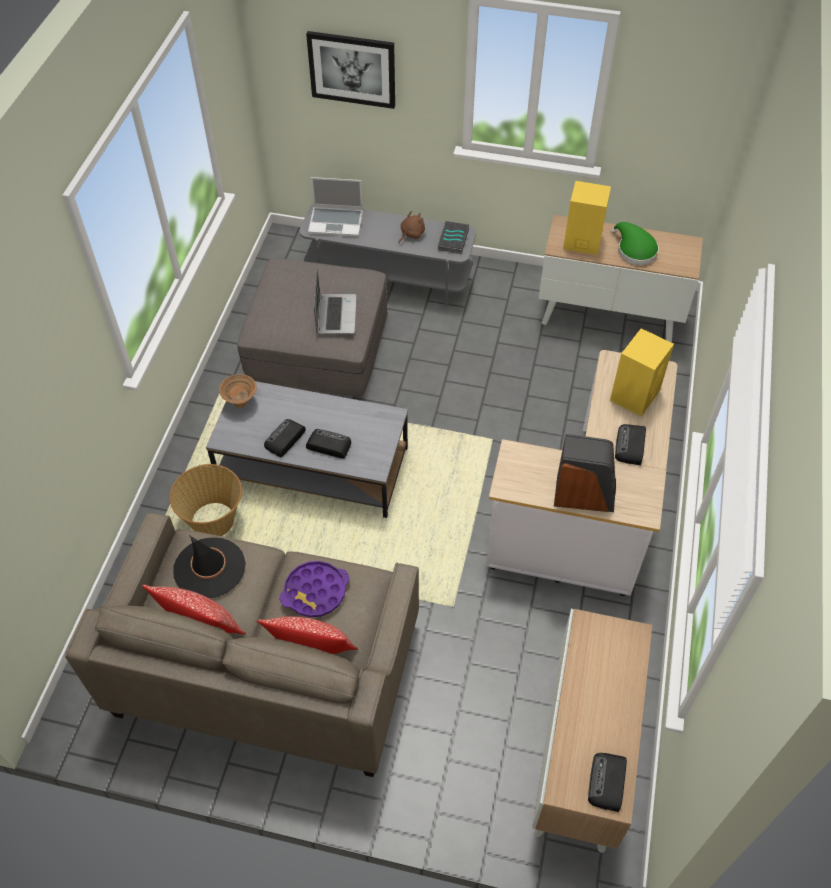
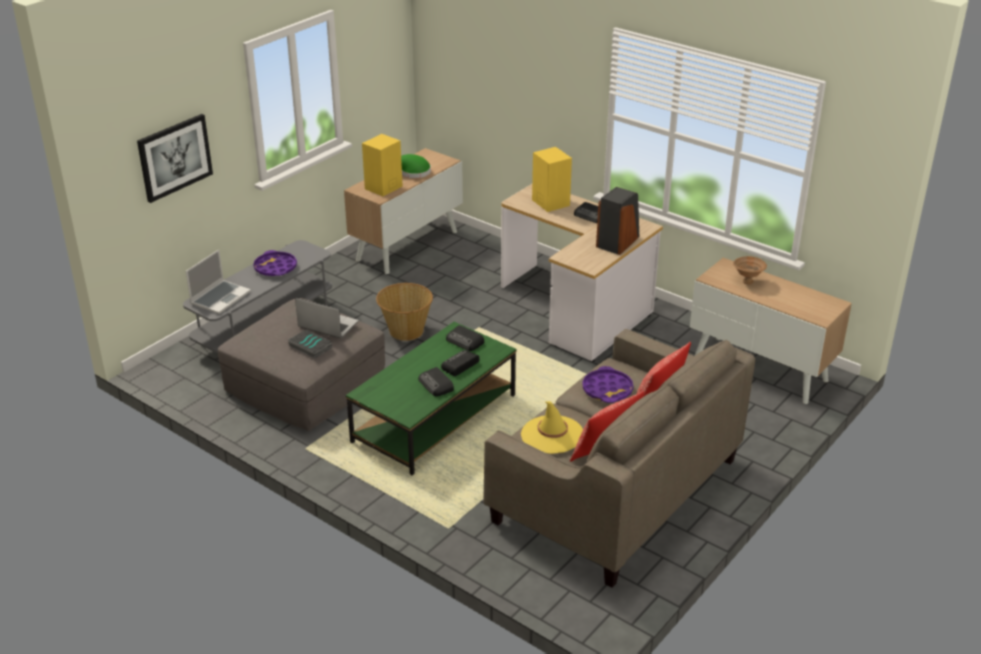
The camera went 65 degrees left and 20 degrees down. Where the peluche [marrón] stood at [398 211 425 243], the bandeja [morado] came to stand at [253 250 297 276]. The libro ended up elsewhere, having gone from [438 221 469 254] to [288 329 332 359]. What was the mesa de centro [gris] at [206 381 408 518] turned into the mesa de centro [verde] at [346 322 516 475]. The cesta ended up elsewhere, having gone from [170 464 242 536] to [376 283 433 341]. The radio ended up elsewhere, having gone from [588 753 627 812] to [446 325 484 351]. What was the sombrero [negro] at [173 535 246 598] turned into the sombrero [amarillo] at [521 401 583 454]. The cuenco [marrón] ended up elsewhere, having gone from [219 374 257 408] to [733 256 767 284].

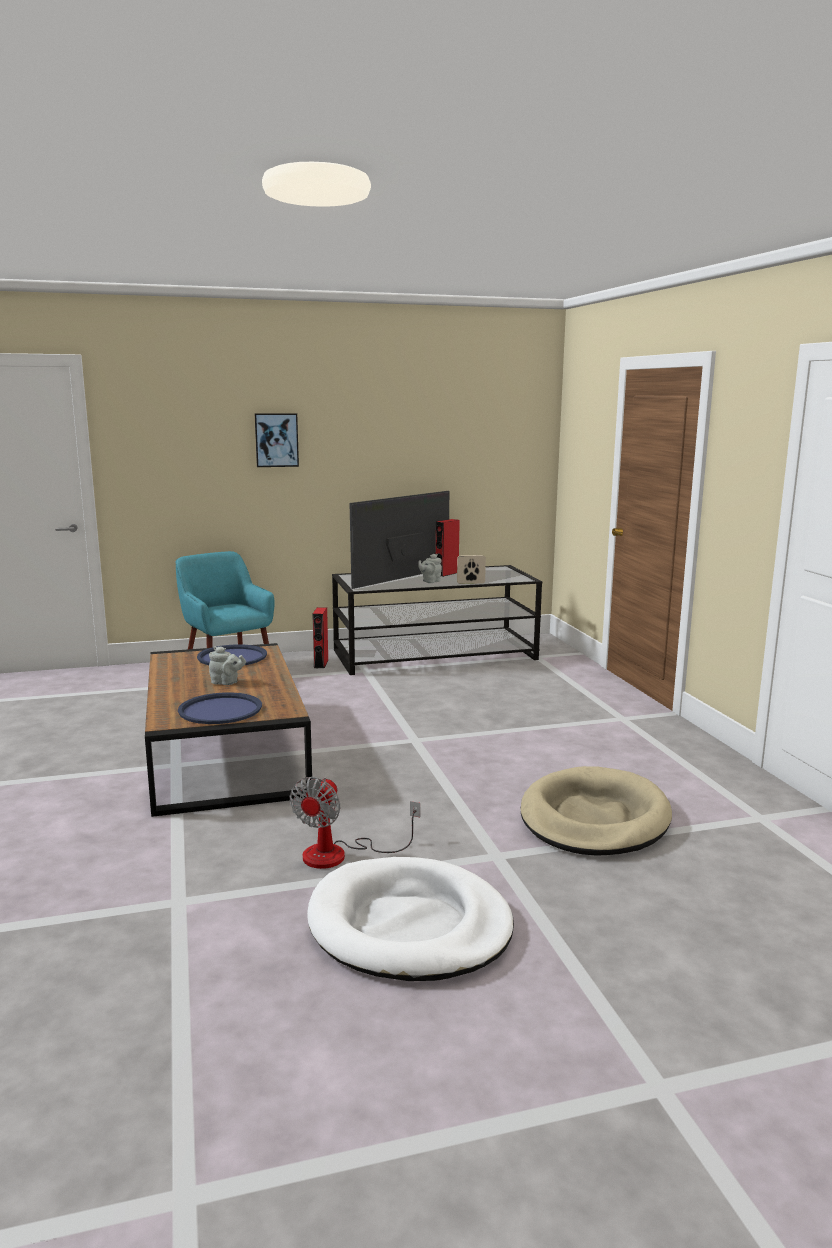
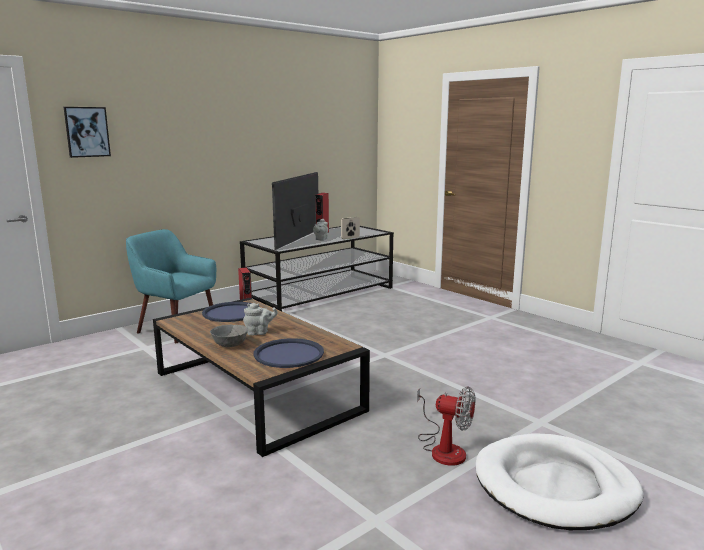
The camera went 25 degrees left and 0 degrees up. The cuadro ended up elsewhere, having gone from [255 413 299 467] to [64 107 111 158]. The second view gained the cuenco [gris] at [210 325 248 347]. The ventilador at [290 777 420 869] ended up facing another way, 60 degrees counterclockwise from before. The second view lost the cama para perro [beis] at [521 766 672 856].

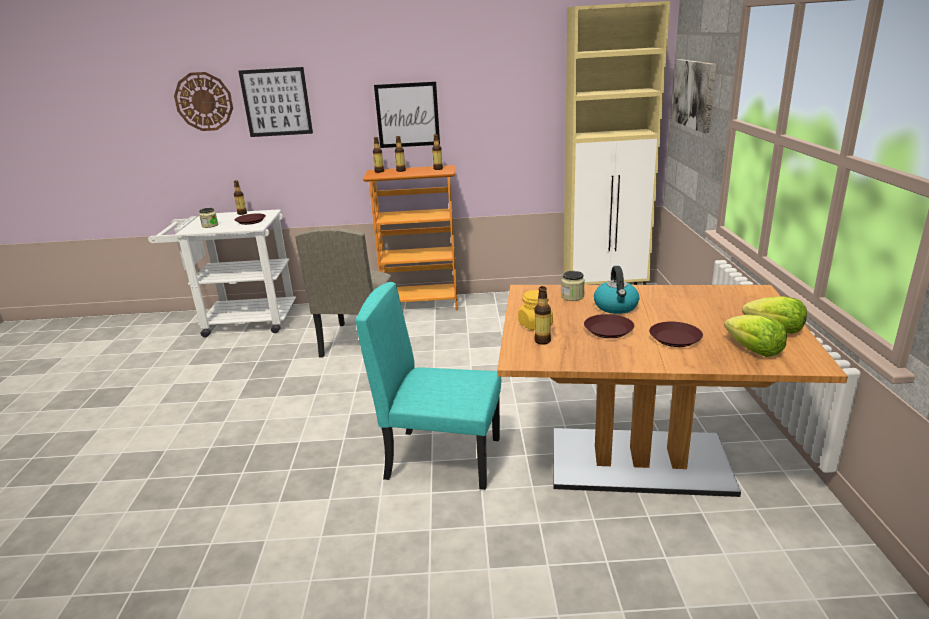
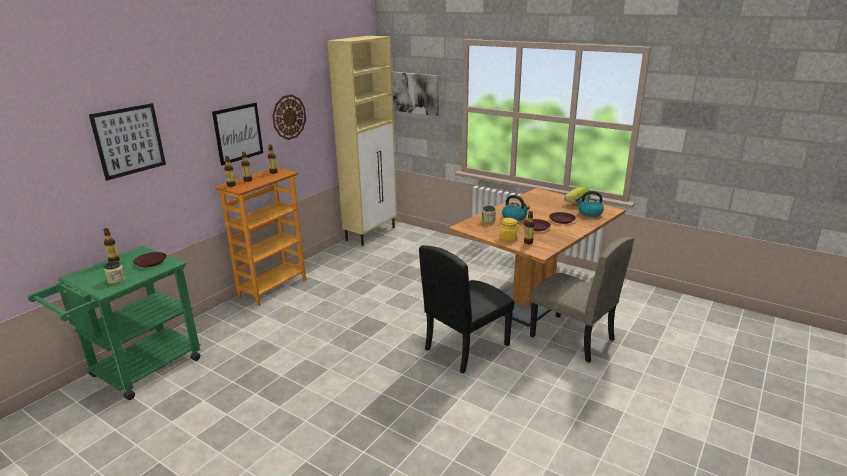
The camera went 55 degrees left and 0 degrees up. What was the carrito [blanco] at [148 209 296 337] turned into the carrito [verde] at [28 246 201 400]. The reloj de pared ended up elsewhere, having gone from [174 72 233 131] to [272 94 306 140]. What was the silla [turquesa] at [356 282 501 490] turned into the silla [negro] at [419 245 514 374]. The silla [beis] ended up elsewhere, having gone from [295 228 392 358] to [530 237 634 363]. Where the lechuga stood at [724 315 787 357], the hervidor came to stand at [575 191 604 217].

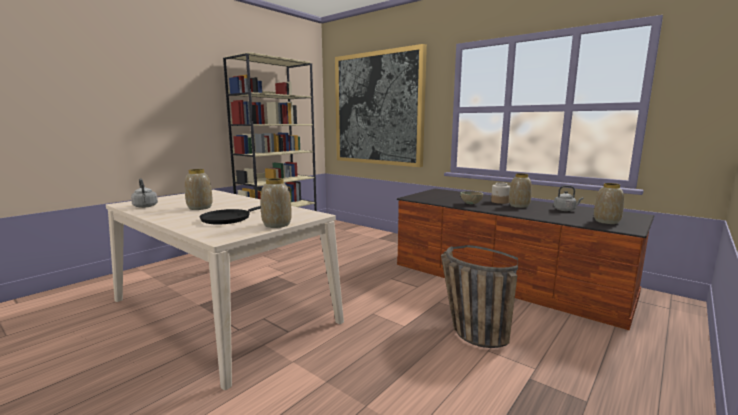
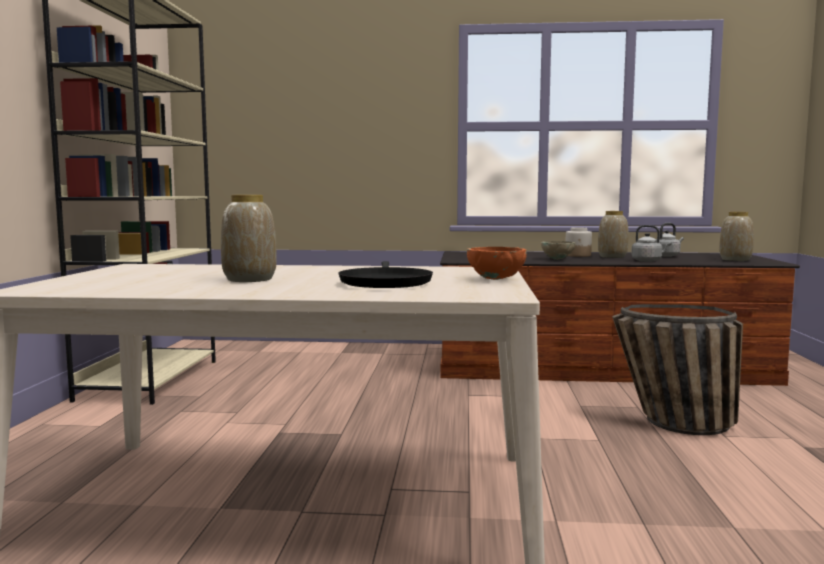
The camera went 35 degrees left and 5 degrees down. Where the florero stood at [261 178 292 228], the cuenco [naranja] came to stand at [467 247 526 280]. The hervidor [gris] ended up elsewhere, having gone from [131 179 158 208] to [631 225 672 262]. The second view lost the cuadro at [335 44 427 167].

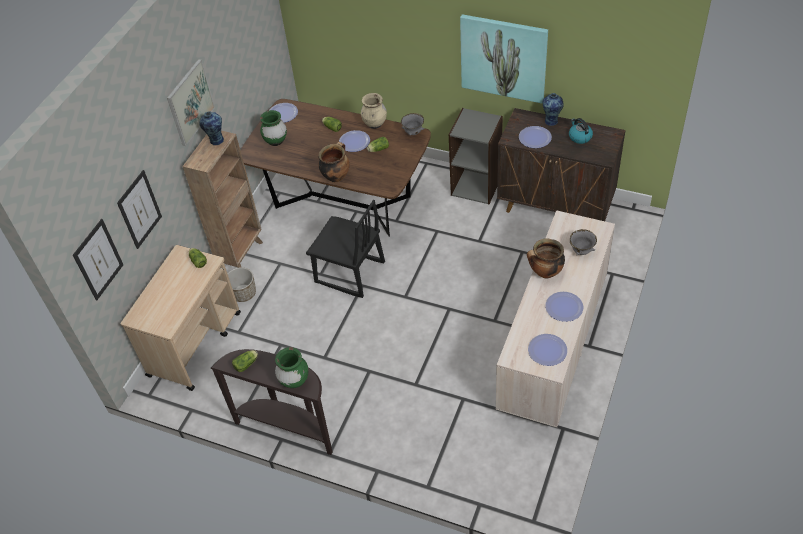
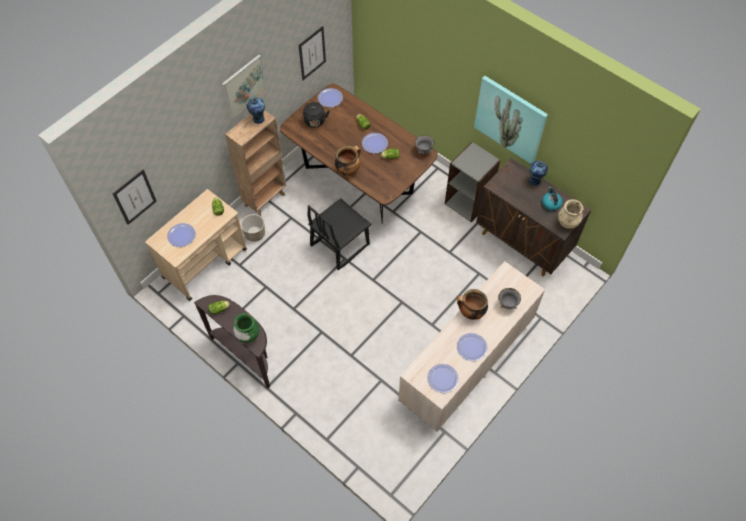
The camera went 15 degrees right and 10 degrees up. The plato ended up elsewhere, having gone from [519 126 552 148] to [167 223 196 247]. The cuadro ended up elsewhere, having gone from [117 170 162 249] to [299 26 326 80]. Where the florero [verde] stood at [260 110 287 146], the hervidor [negro] came to stand at [303 102 330 128]. The silla [negro] at [306 200 385 298] ended up facing another way, 90 degrees clockwise from before. The florero [beis] ended up elsewhere, having gone from [361 93 387 129] to [558 199 583 229].

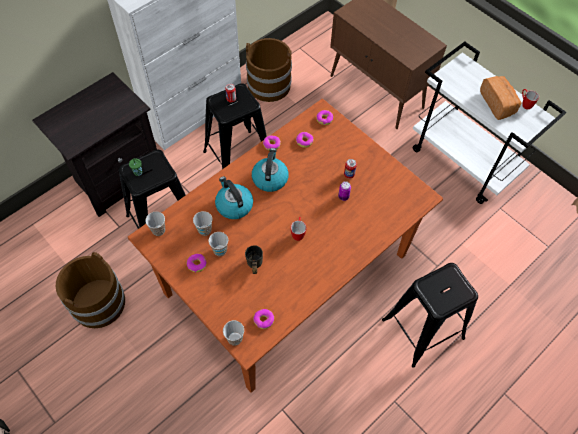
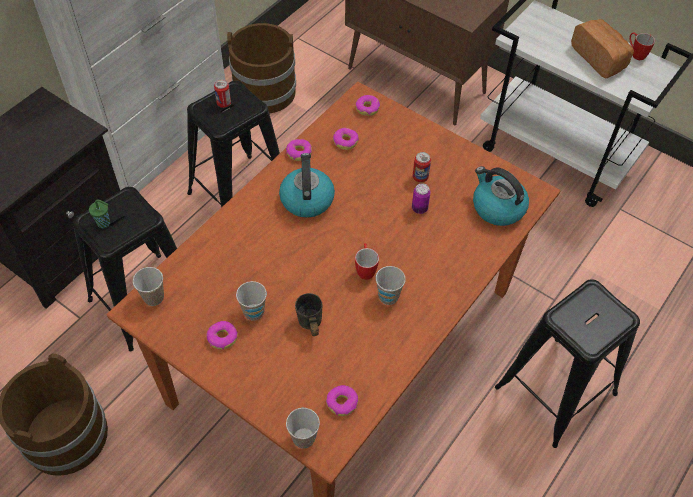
The camera went 10 degrees left and 5 degrees down. The taza ended up elsewhere, having gone from [193 211 213 236] to [376 266 406 305]. The hervidor ended up elsewhere, having gone from [215 176 253 219] to [473 166 529 226].

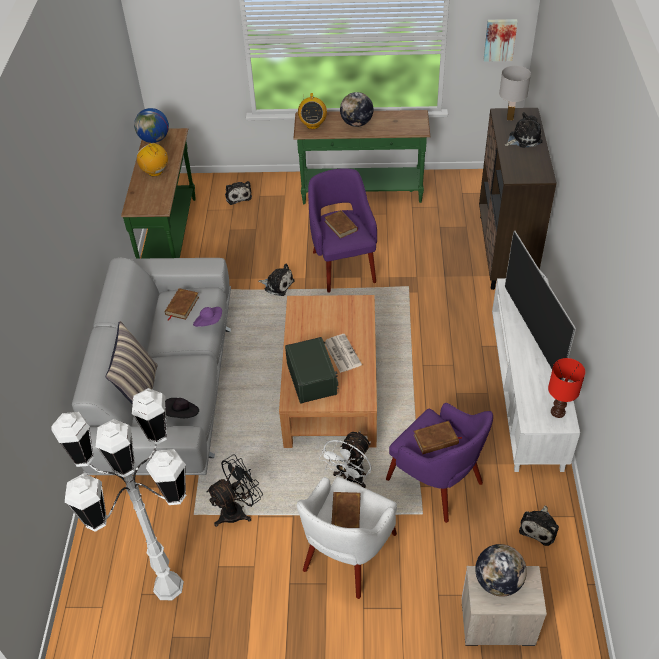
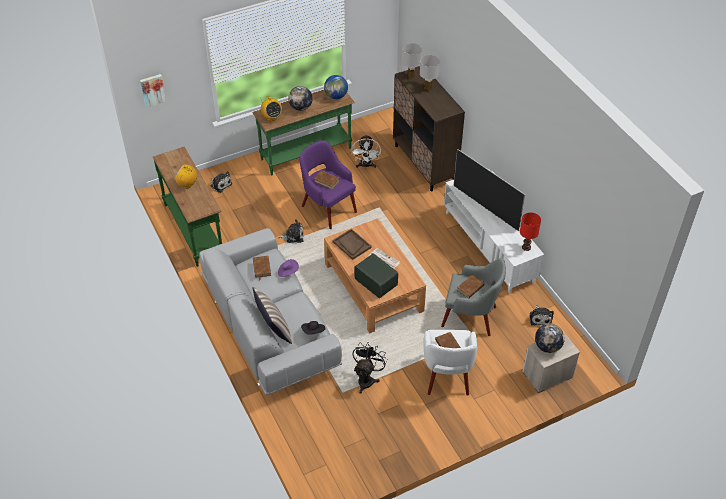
The camera went 30 degrees left and 0 degrees up. The cuadro ended up elsewhere, having gone from [484 19 518 62] to [140 74 167 108]. The globo terráqueo ended up elsewhere, having gone from [134 108 169 143] to [324 75 348 99]. The second view gained the bandeja [marrón] at [333 229 372 260]. The ventilador [blanco] ended up elsewhere, having gone from [319 431 372 488] to [352 135 381 168]. Where the peluche stood at [505 112 543 148], the lámpara de mesa [blanco] came to stand at [420 55 440 91]. What was the sillón [morado] at [386 403 493 523] turned into the sillón [gris] at [441 258 506 336]. The second view lost the lámpara de pie [blanco] at [51 388 186 600].

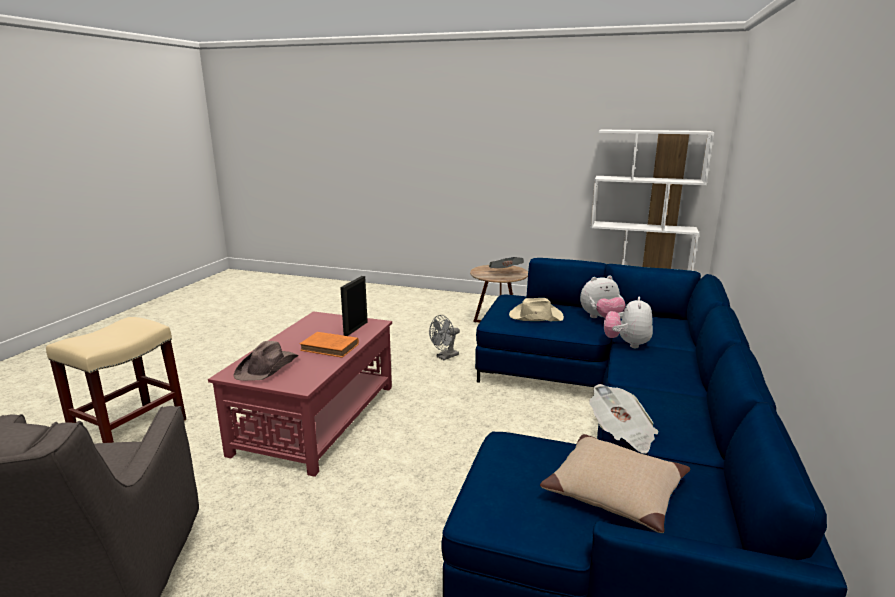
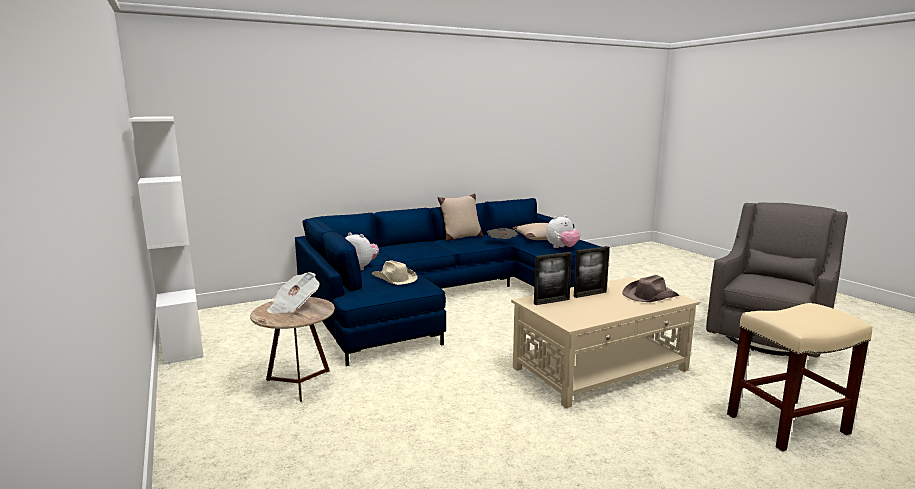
The camera went 135 degrees left and 5 degrees down. The second view gained the cojín [beis] at [438 194 483 241]. What was the mesa de centro [rojo] at [208 311 392 477] turned into the mesa de centro [beis] at [511 277 700 408]. The peluche ended up elsewhere, having gone from [604 297 653 348] to [546 215 580 248]. Where the libro [naranja] stood at [300 332 359 358], the portarretratos came to stand at [574 246 610 298]. The second view lost the ventilador [gris] at [429 315 460 360].

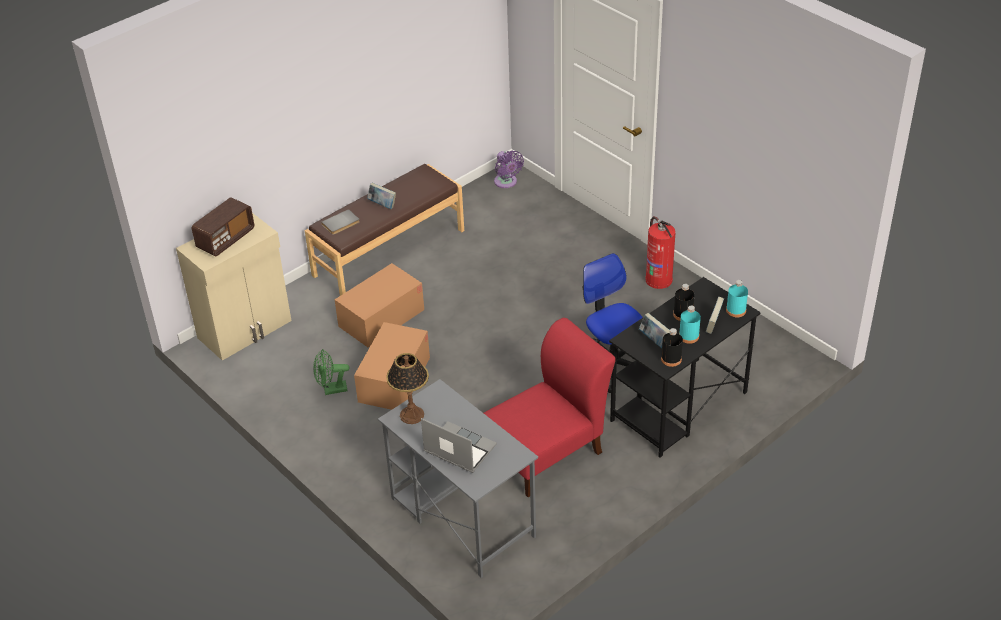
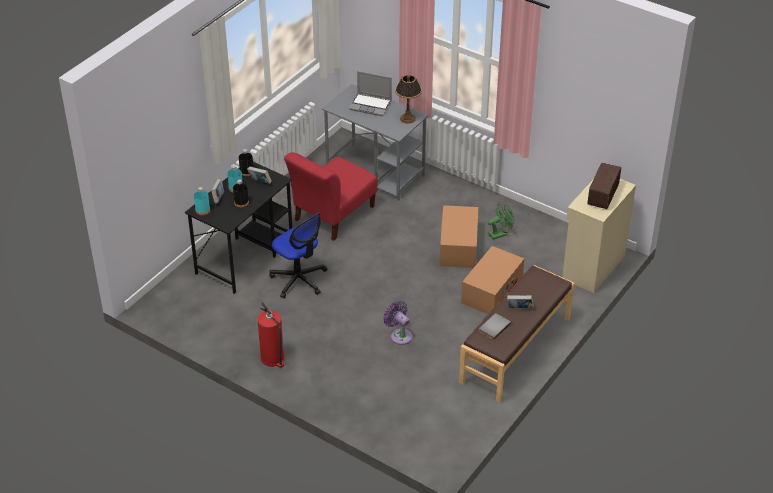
The camera went 165 degrees right and 0 degrees up. The ventilador [morado] ended up elsewhere, having gone from [494 150 524 188] to [383 301 412 345]. The libro [gris] ended up elsewhere, having gone from [321 209 360 235] to [479 313 511 340].

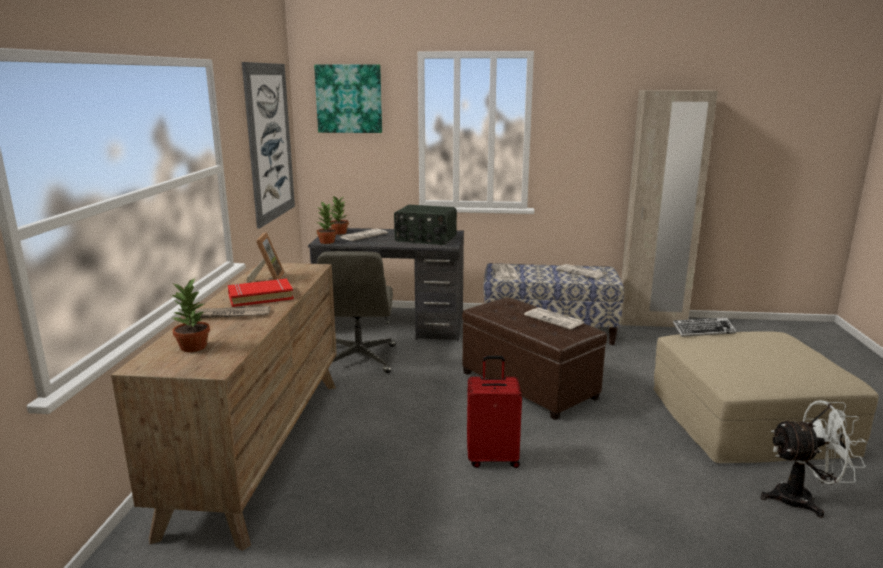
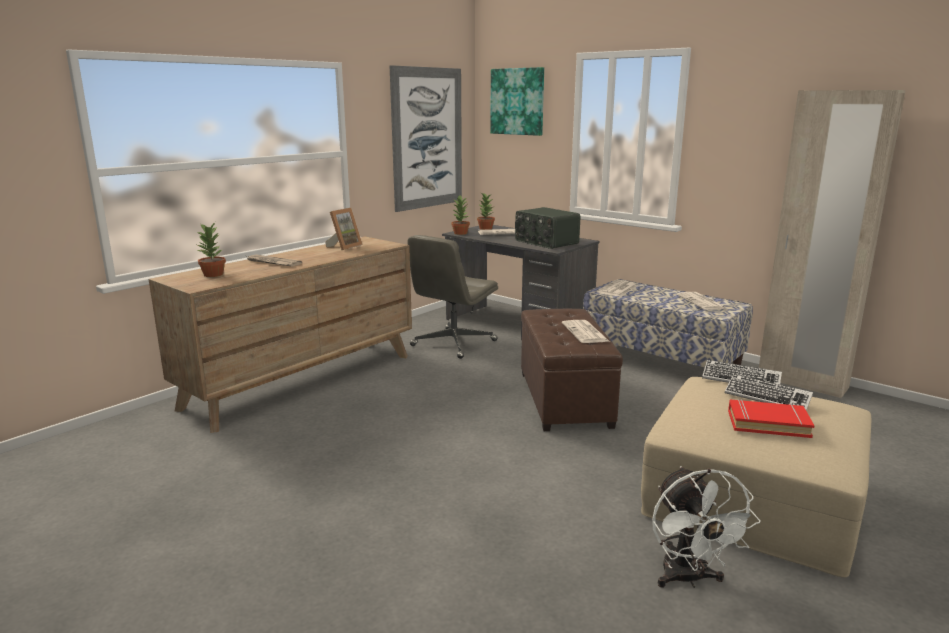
The camera went 35 degrees right and 0 degrees up. The ventilador [blanco] at [760 400 867 518] ended up facing another way, 45 degrees clockwise from before. The second view gained the teclado at [725 374 813 411]. The libro [rojo] ended up elsewhere, having gone from [228 279 294 307] to [728 399 815 438]. The second view lost the maleta [rojo] at [467 356 522 468].

